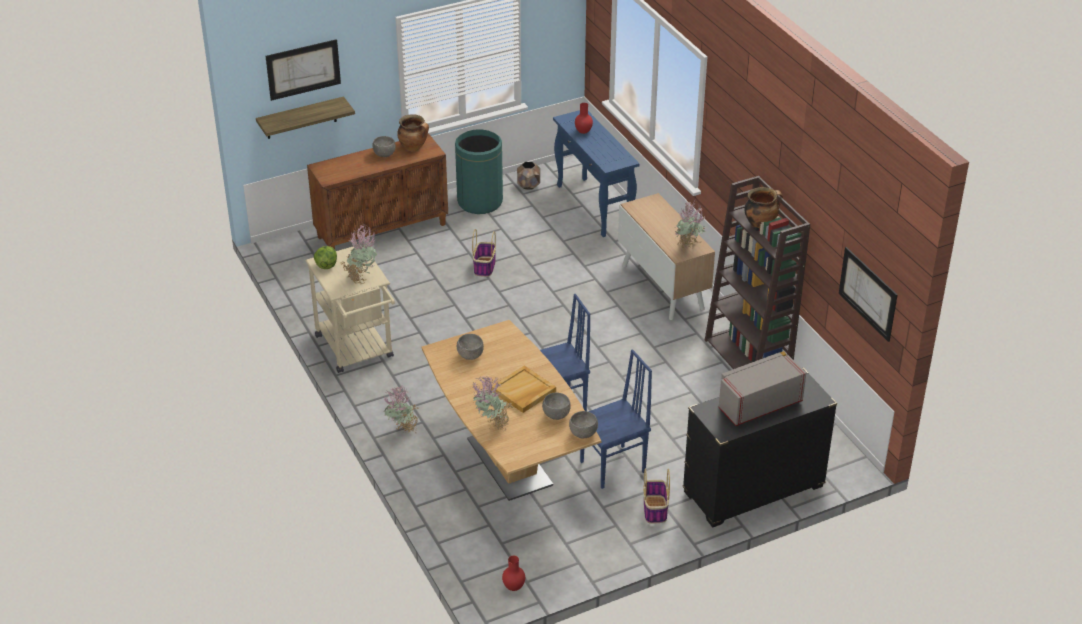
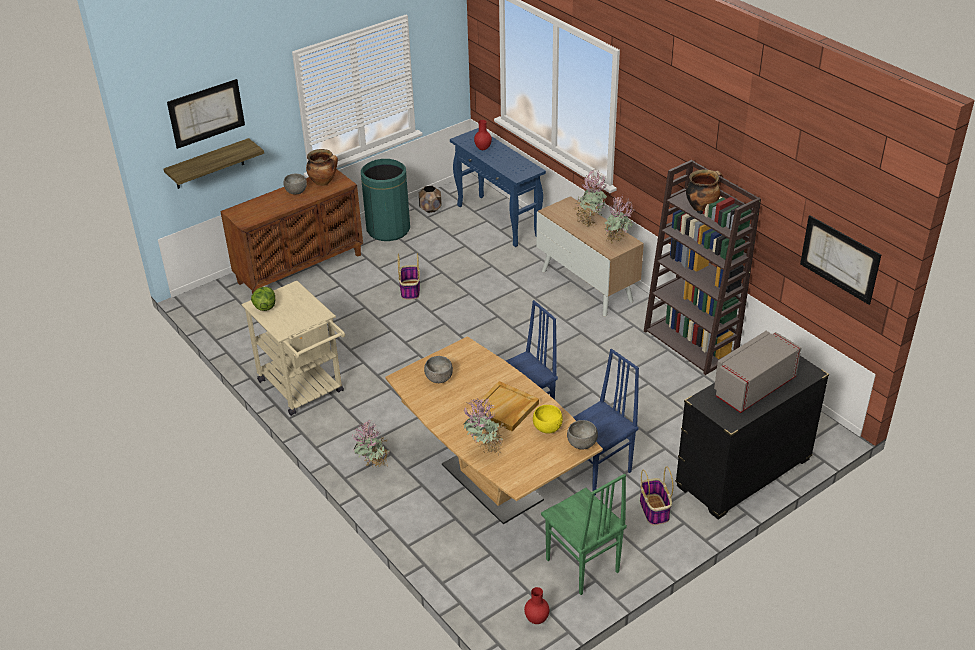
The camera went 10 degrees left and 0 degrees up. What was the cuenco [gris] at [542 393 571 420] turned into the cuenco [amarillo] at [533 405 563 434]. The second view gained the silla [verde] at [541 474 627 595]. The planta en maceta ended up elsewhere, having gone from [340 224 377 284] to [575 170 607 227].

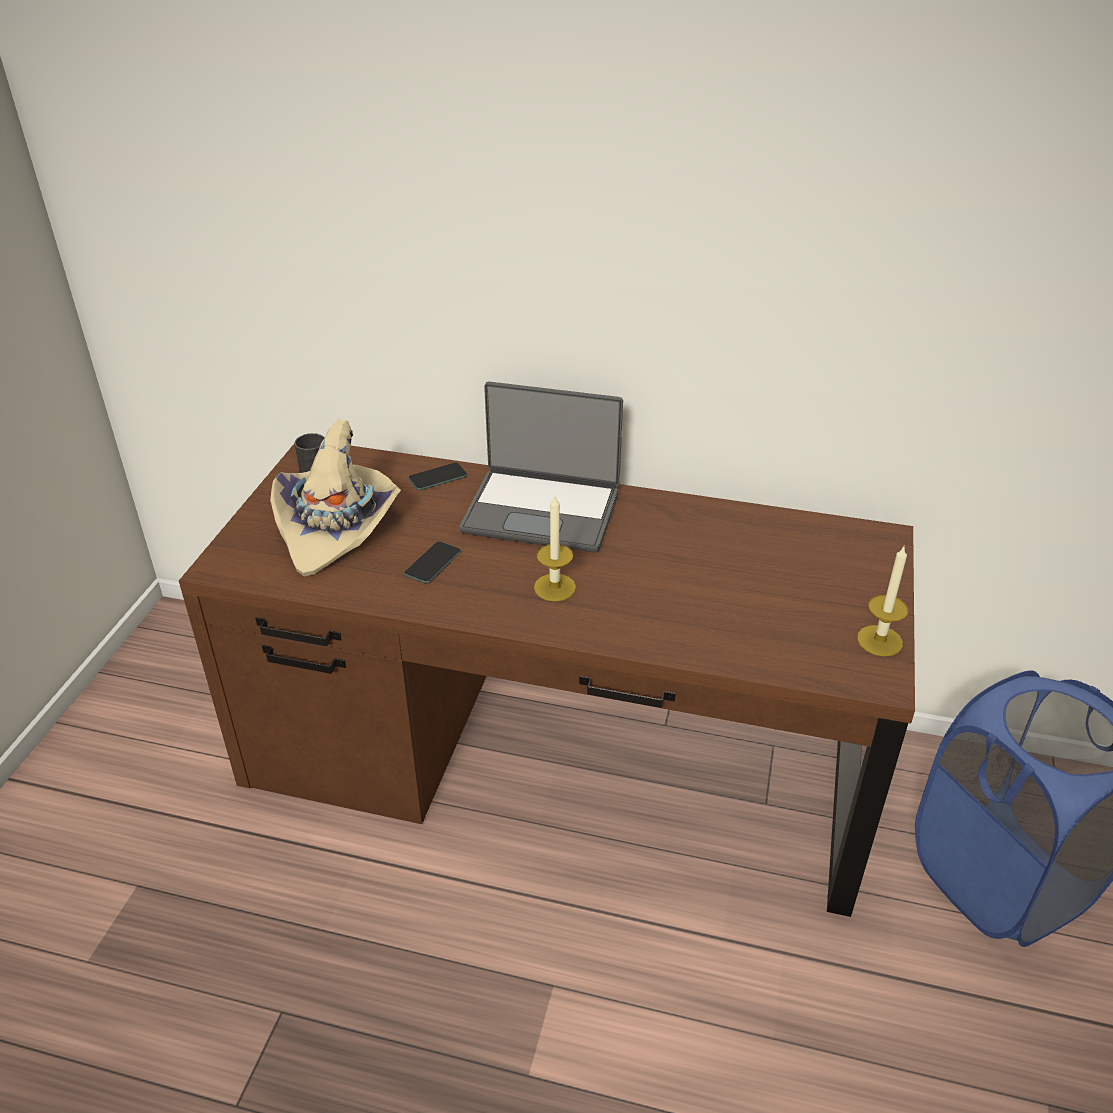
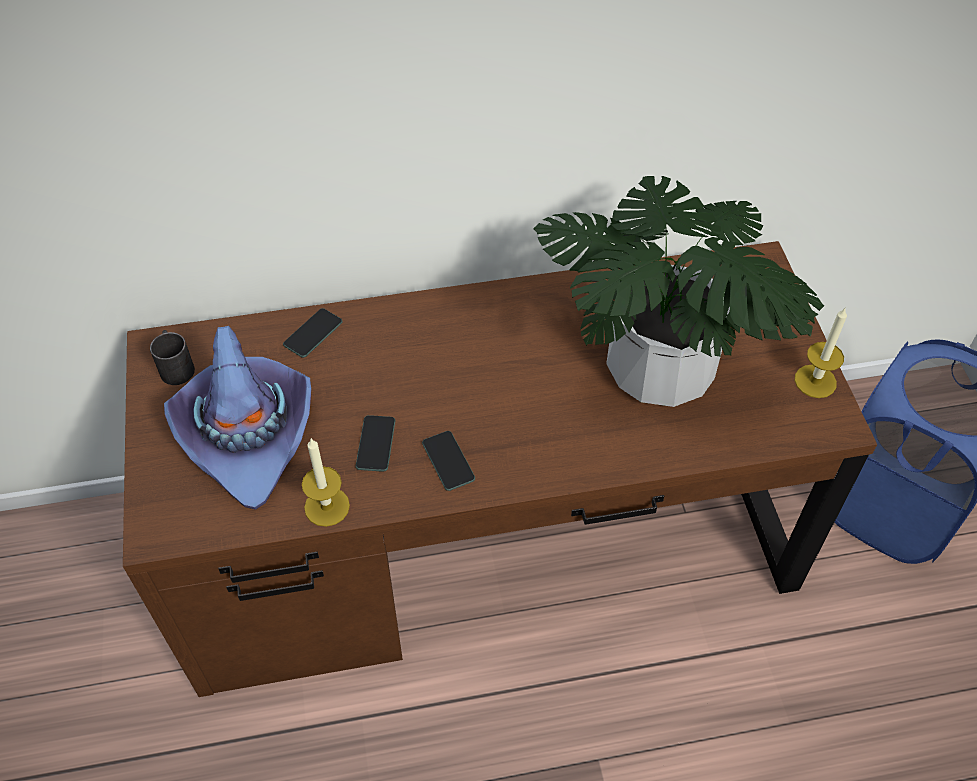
The camera went 25 degrees left and 15 degrees up. What was the sombrero [beis] at [270 420 401 577] turned into the sombrero [morado] at [164 326 311 510]. The vela ended up elsewhere, having gone from [534 496 576 601] to [302 439 350 527]. The second view gained the móvil at [422 431 475 491]. The second view gained the planta en maceta at [533 176 824 407]. The second view lost the portátil at [459 381 623 553].

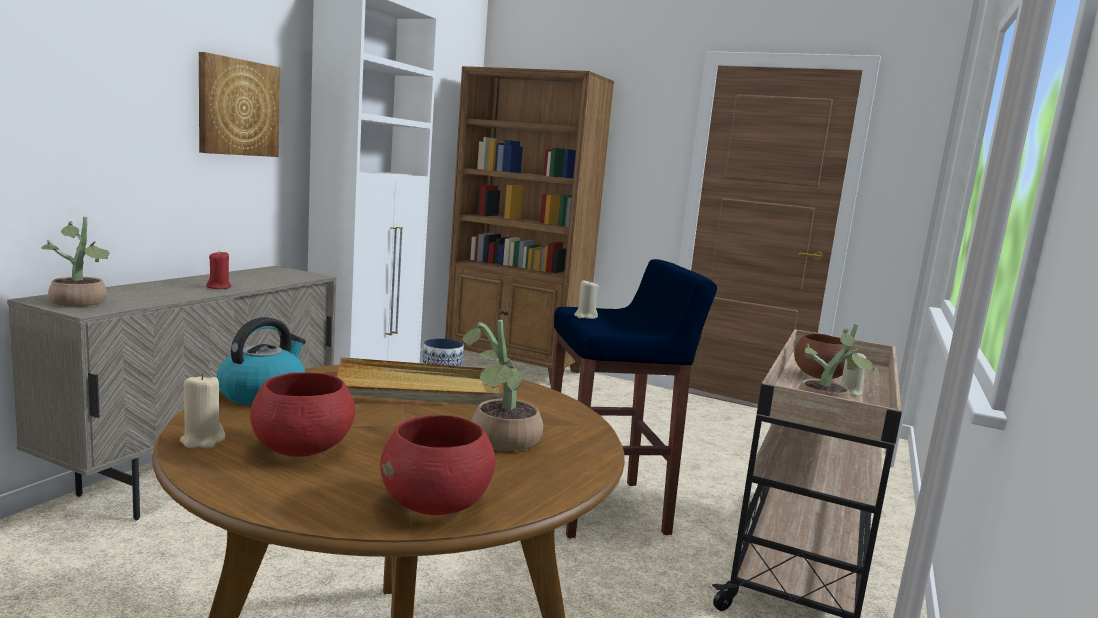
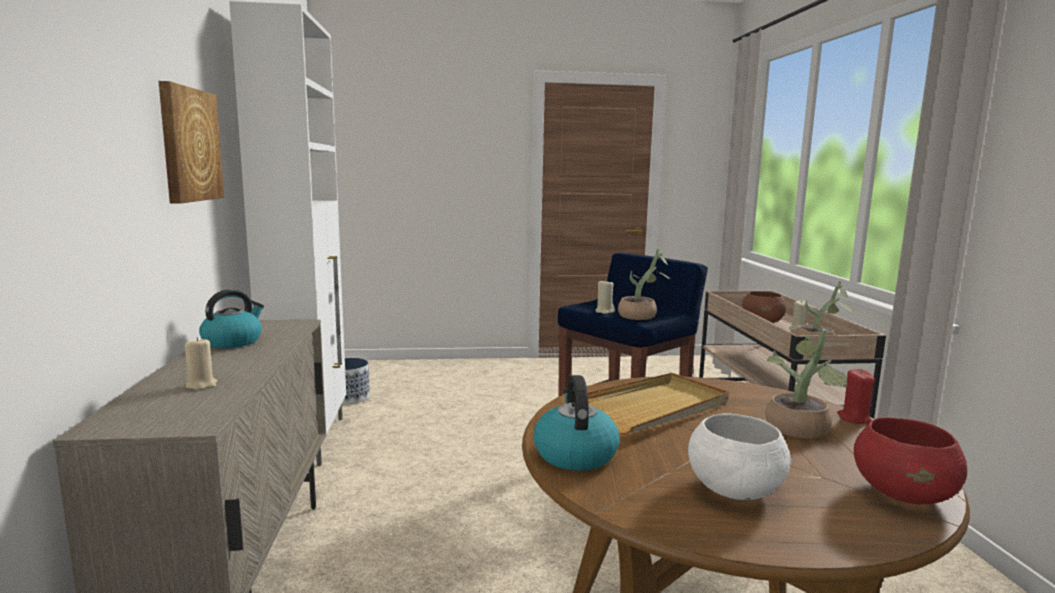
The camera went 30 degrees left and 0 degrees up. The vela [beis] ended up elsewhere, having gone from [180 373 225 449] to [185 337 217 390]. The second view gained the hervidor at [199 289 264 348]. The planta en maceta ended up elsewhere, having gone from [42 217 109 307] to [618 249 670 320]. What was the cuenco [rojo] at [250 372 355 457] turned into the cuenco [blanco] at [688 413 791 500]. The vela [rojo] ended up elsewhere, having gone from [206 251 231 289] to [837 369 875 424]. The second view lost the estantería [marrón] at [445 66 614 384].

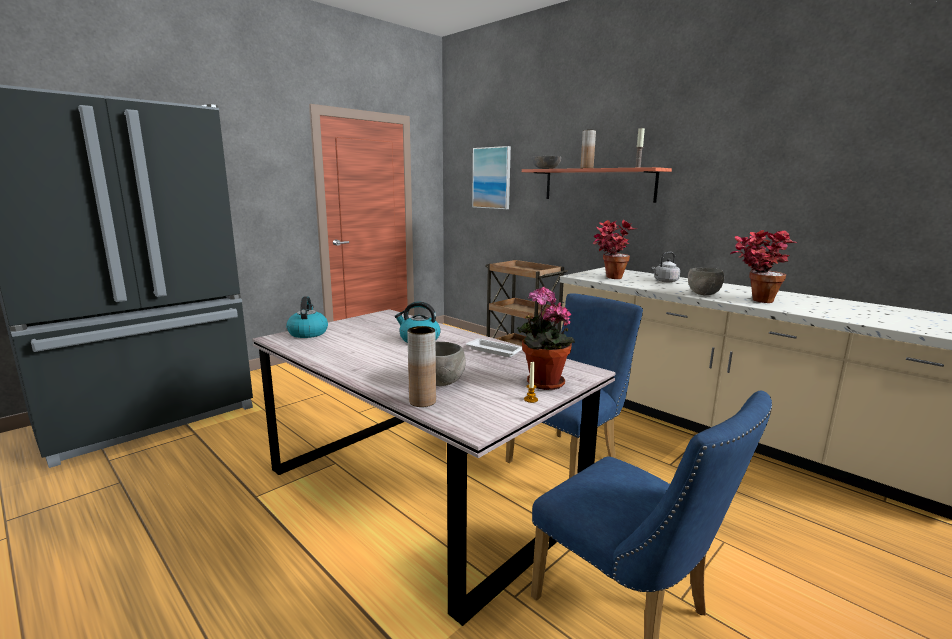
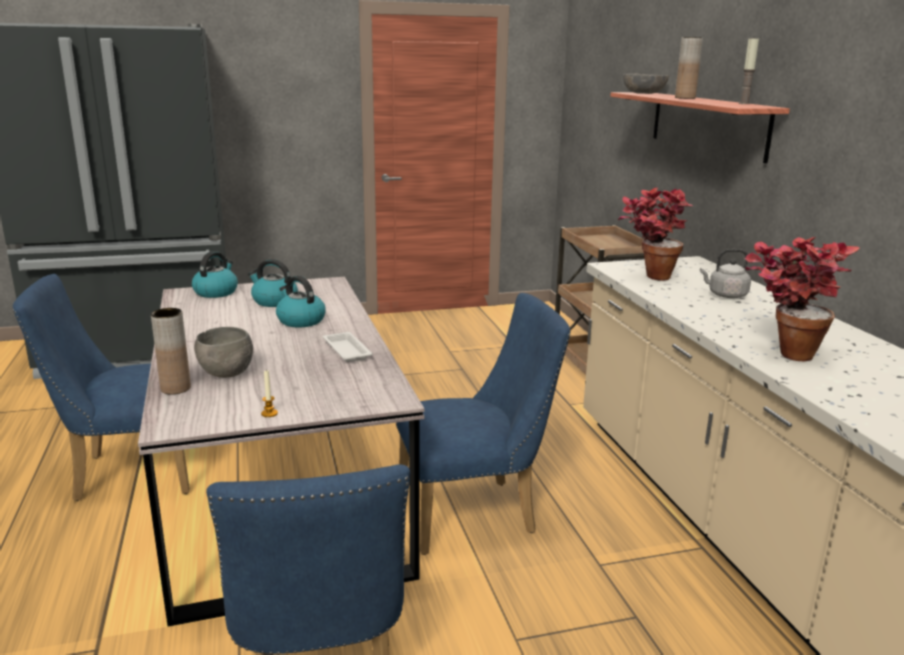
The camera went 30 degrees right and 5 degrees up. The second view gained the silla [azul] at [13 274 190 501]. The second view gained the hervidor at [248 259 298 307]. The second view lost the cuadro at [472 146 511 209]. The second view lost the planta en maceta at [517 287 575 390]. The second view lost the cuenco [gris] at [688 268 724 295].

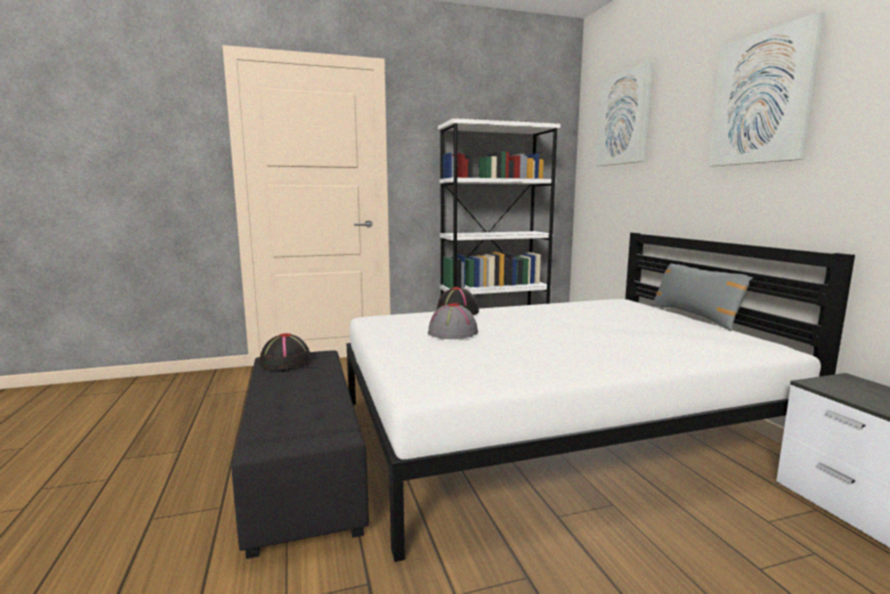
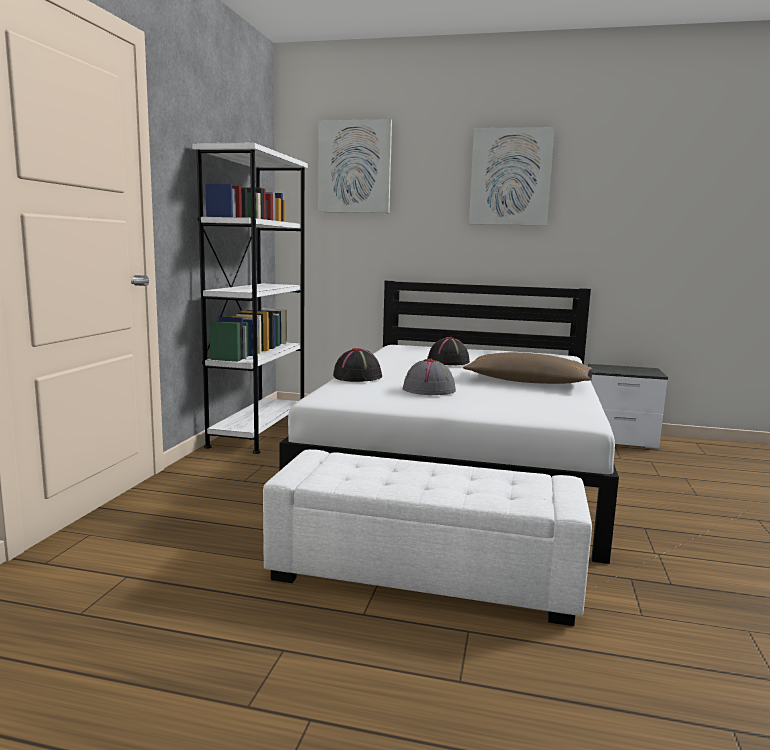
The camera went 60 degrees left and 0 degrees up. What was the puf [negro] at [231 350 369 559] turned into the puf [blanco] at [263 449 592 626]. The sombrero [negro] ended up elsewhere, having gone from [259 333 311 370] to [427 337 470 365]. The second view gained the cojín [marrón] at [463 352 592 384]. The second view lost the cojín [gris] at [651 263 753 331].

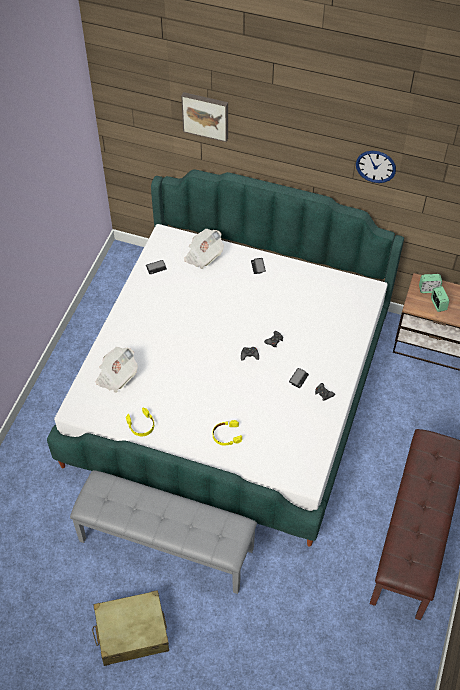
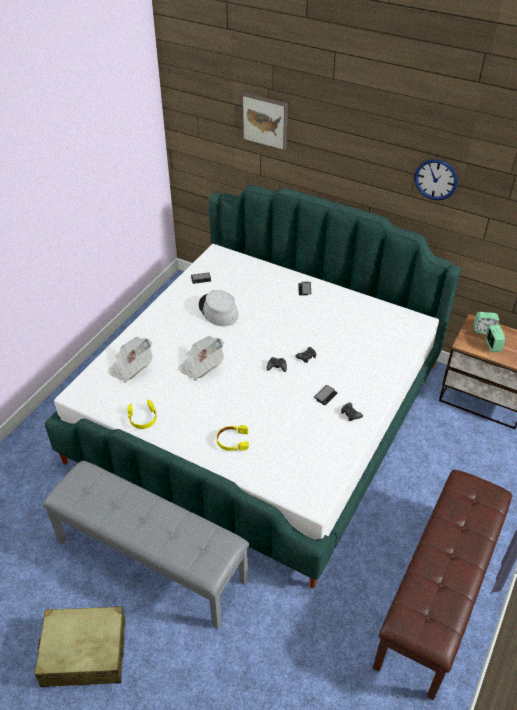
The camera went 10 degrees right and 10 degrees down. The periódico ended up elsewhere, having gone from [184 229 224 269] to [178 336 224 381]. The second view gained the sombrero [gris] at [199 290 238 326].

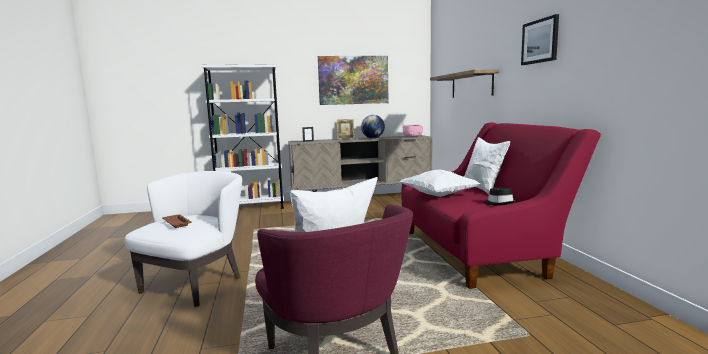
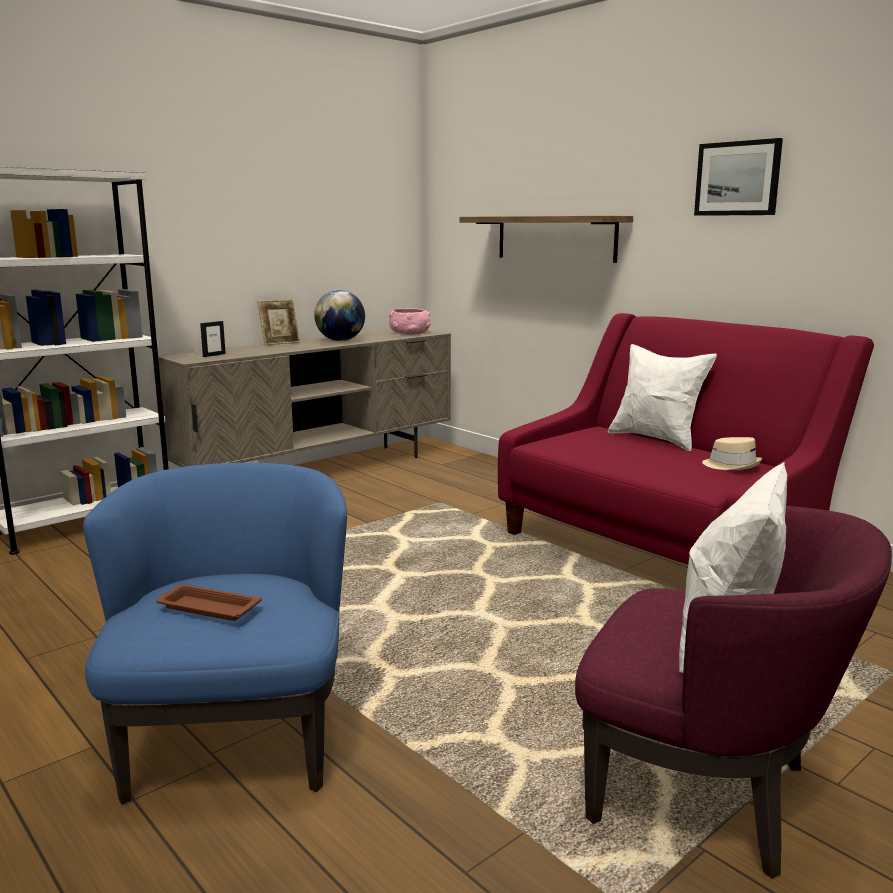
The camera went 30 degrees left and 5 degrees up. What was the sillón [blanco] at [124 171 242 307] turned into the sillón [azul] at [83 463 347 805]. What was the sombrero [negro] at [484 188 517 205] turned into the sombrero [beis] at [702 437 762 470]. The second view lost the cuadro at [318 56 389 105]. The second view lost the cojín [blanco] at [399 170 480 197].

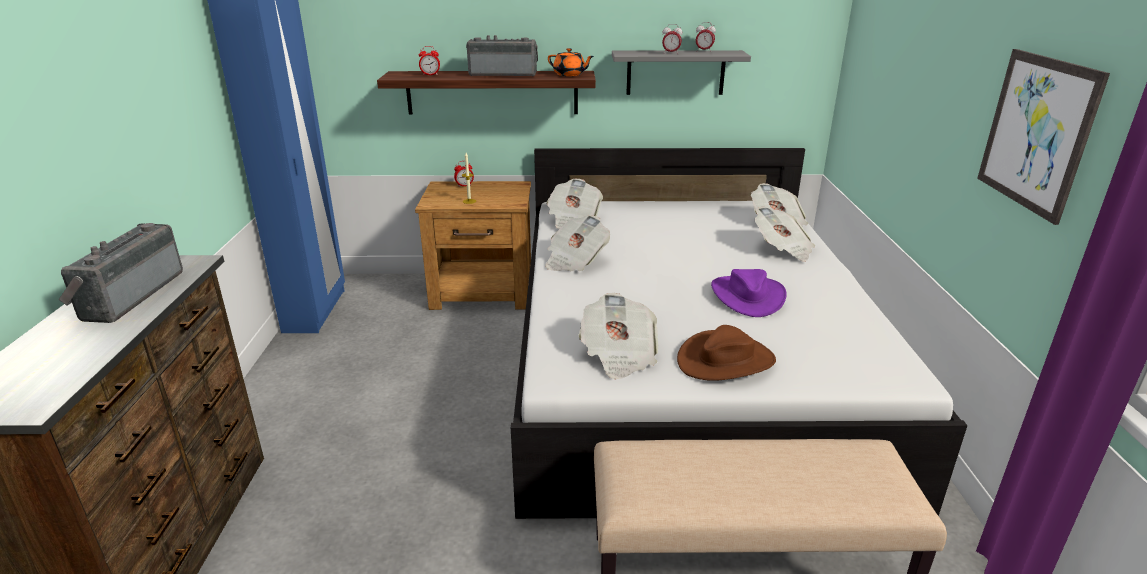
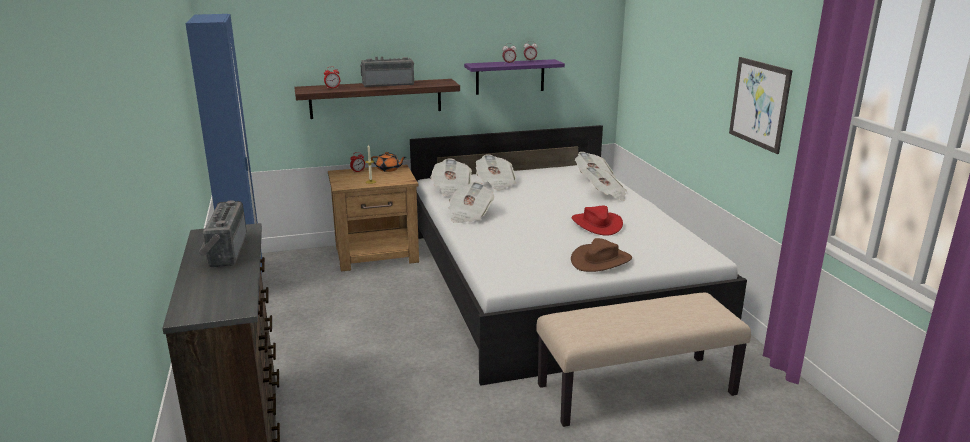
The camera went 15 degrees left and 5 degrees down. The tetera [naranja] ended up elsewhere, having gone from [548 48 594 76] to [371 152 406 172]. What was the estante [gris] at [612 50 751 95] turned into the estante [morado] at [464 59 565 95]. The periódico ended up elsewhere, having gone from [579 293 658 380] to [476 154 516 191]. What was the sombrero [morado] at [711 269 787 317] turned into the sombrero [rojo] at [572 206 623 236].

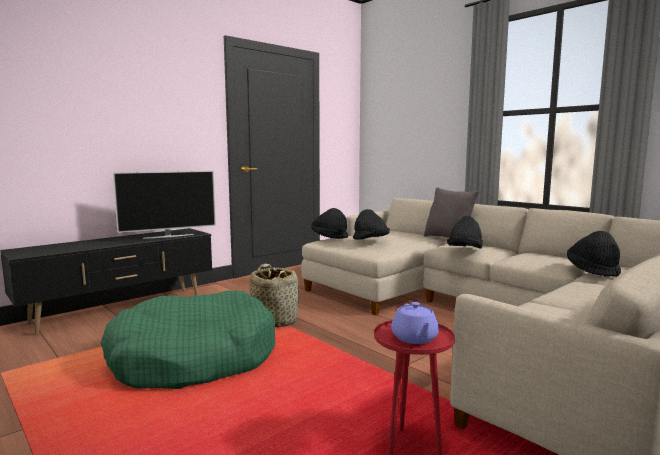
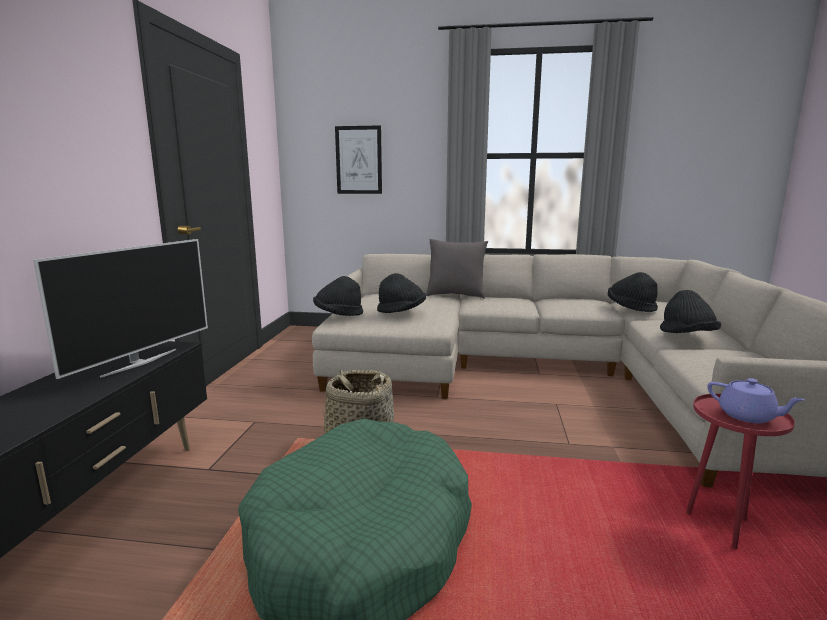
The camera went 40 degrees left and 5 degrees up. The second view gained the cuadro at [335 126 382 194]. The sombrero [negro] ended up elsewhere, having gone from [447 216 482 249] to [660 290 721 333].

